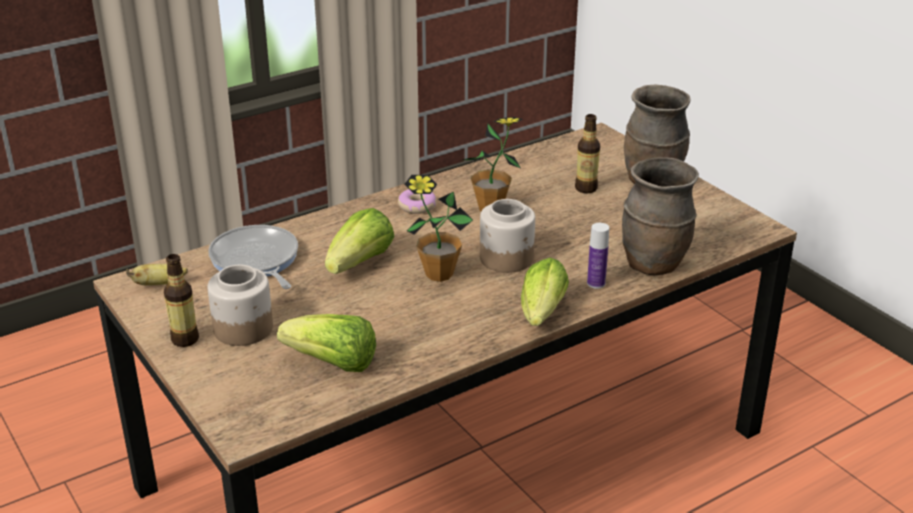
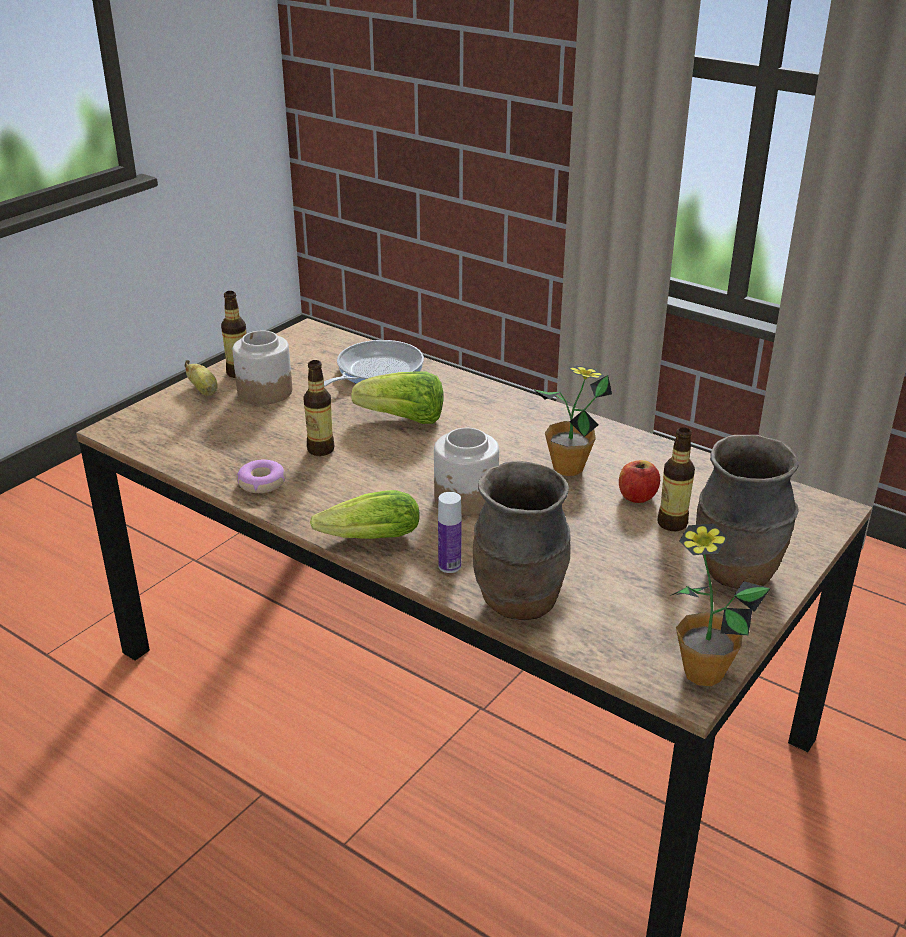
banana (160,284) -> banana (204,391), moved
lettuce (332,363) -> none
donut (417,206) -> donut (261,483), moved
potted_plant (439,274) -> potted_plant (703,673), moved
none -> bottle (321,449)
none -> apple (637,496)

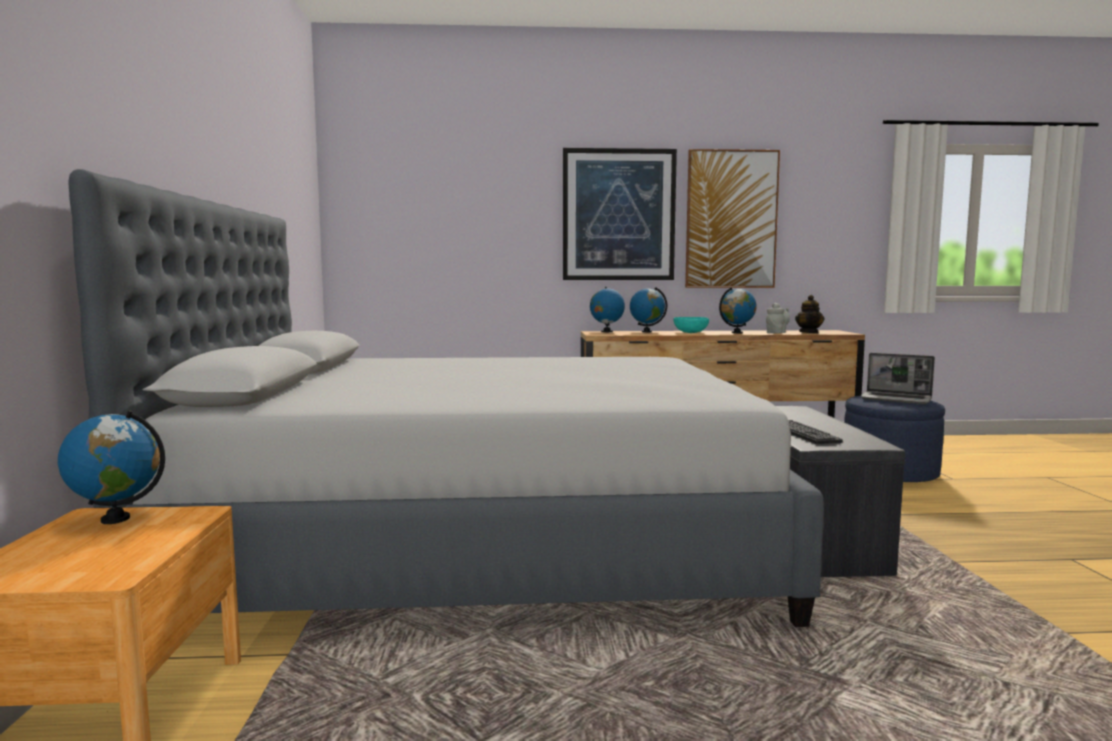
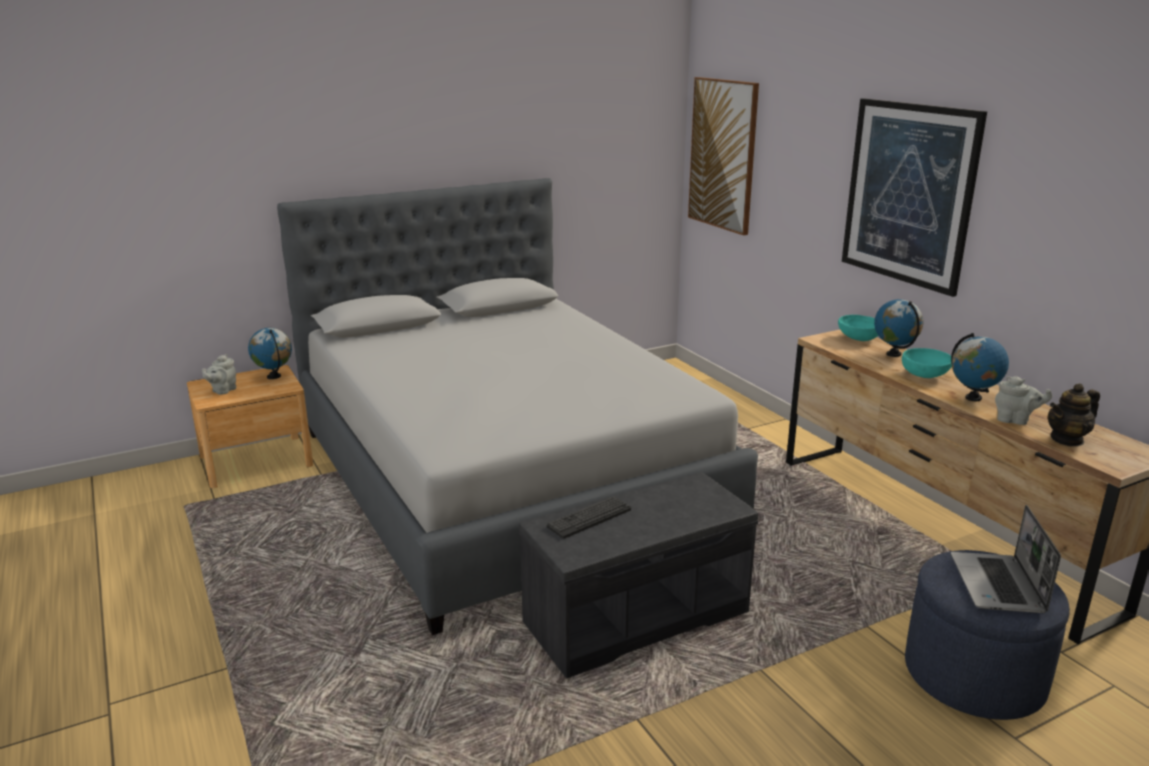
globe (606,332) -> turquoise_bowl (858,338)
picture (731,219) -> picture (723,155), moved
none -> grey_teapot (223,390)

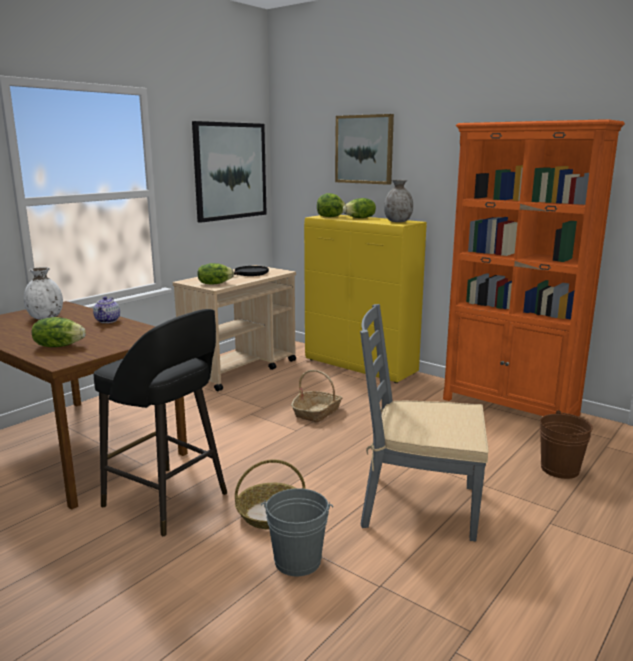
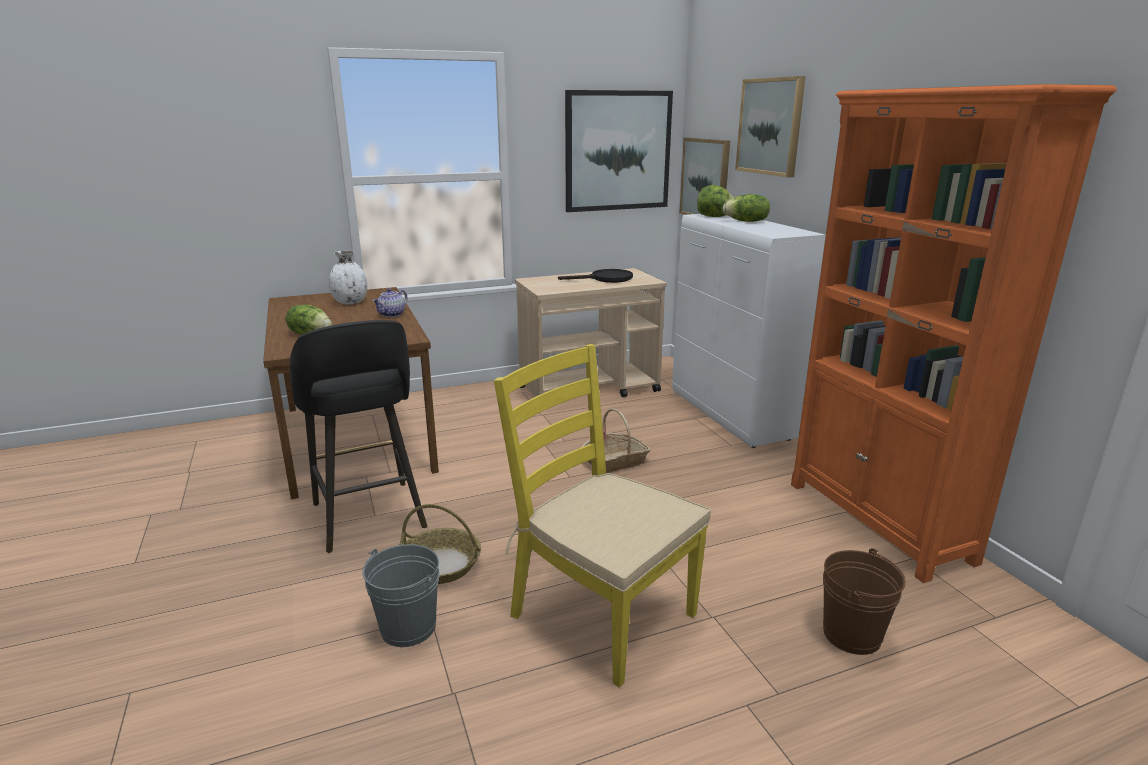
lettuce (214,284) -> none
yellow_cabinet (361,366) -> white_cabinet (730,416)
grey_chair (418,506) -> yellow_chair (601,614)
grey_vase (398,221) -> none
none -> picture (705,179)

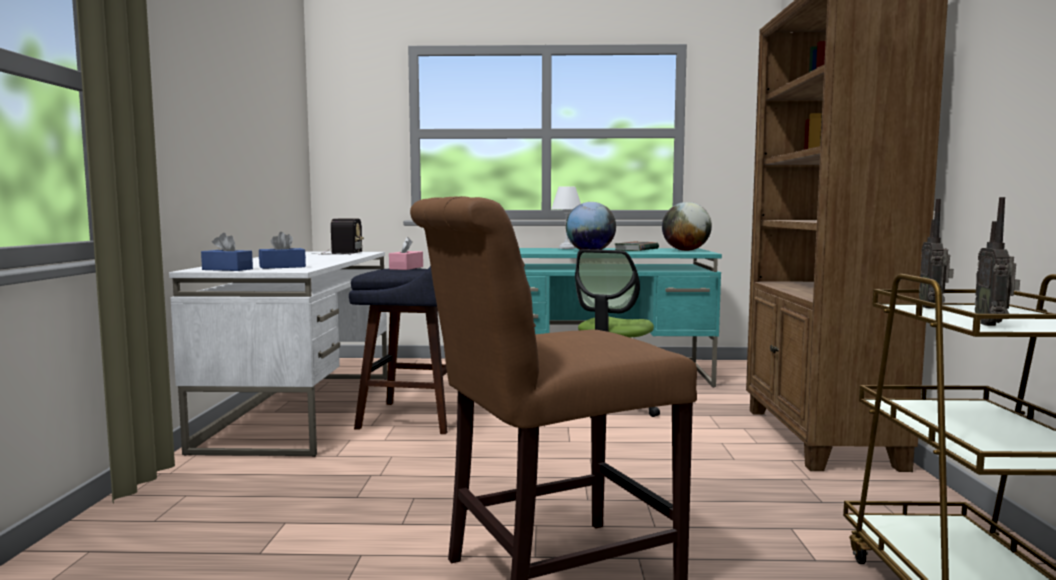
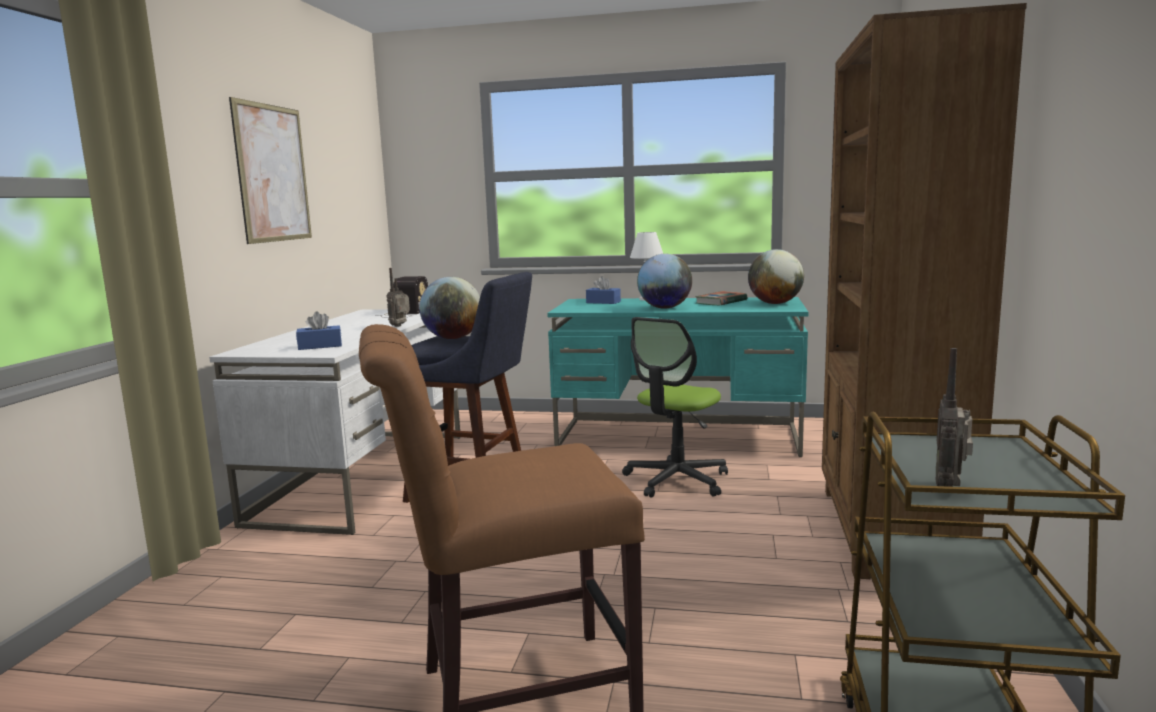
blue_tissue_box (227,269) -> blue_tissue_box (603,302), moved
pink_tissue_box (406,268) -> globe (453,338)
radio (933,307) -> radio (401,326), moved
none -> picture (273,173)

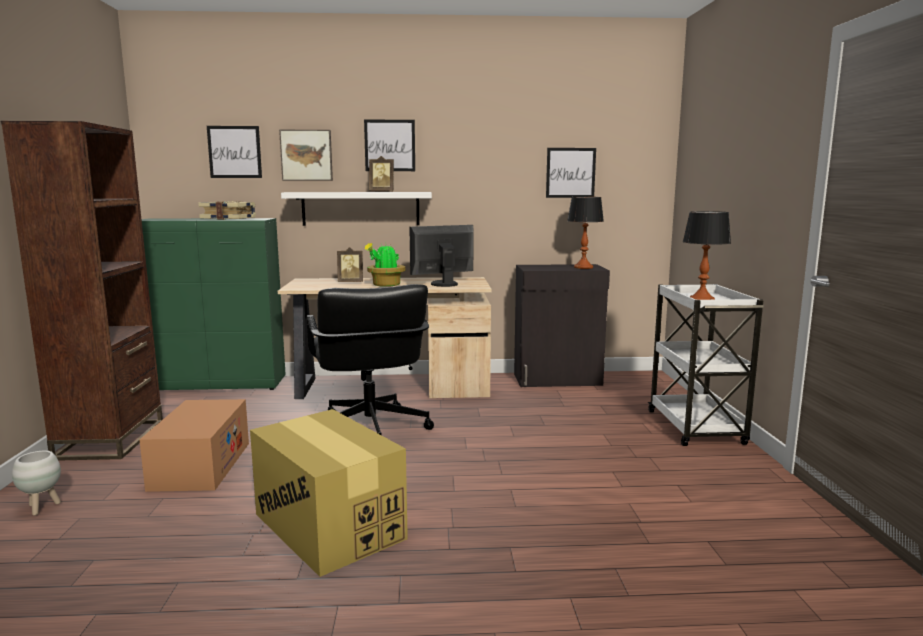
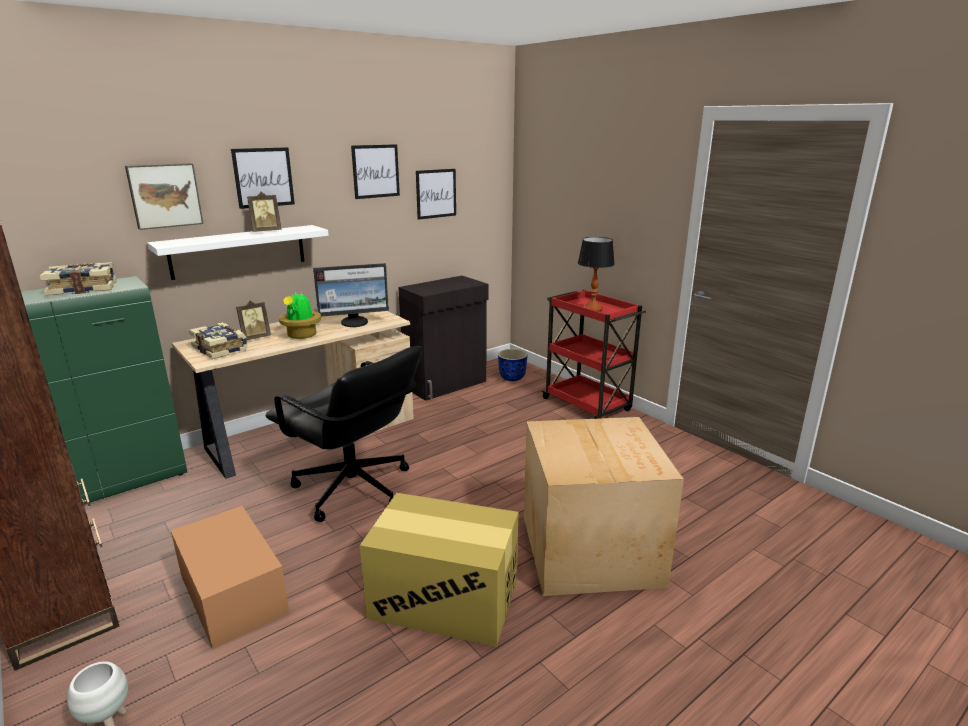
picture (234,152) -> picture (375,171), moved
monitor (443,284) -> monitor (355,322), 135 degrees counterclockwise
table_lamp (583,267) -> none
white_cart (696,428) -> red_cart (587,405)
none -> book (221,349)
none -> planter (512,378)
none -> cardboard_box (591,548)

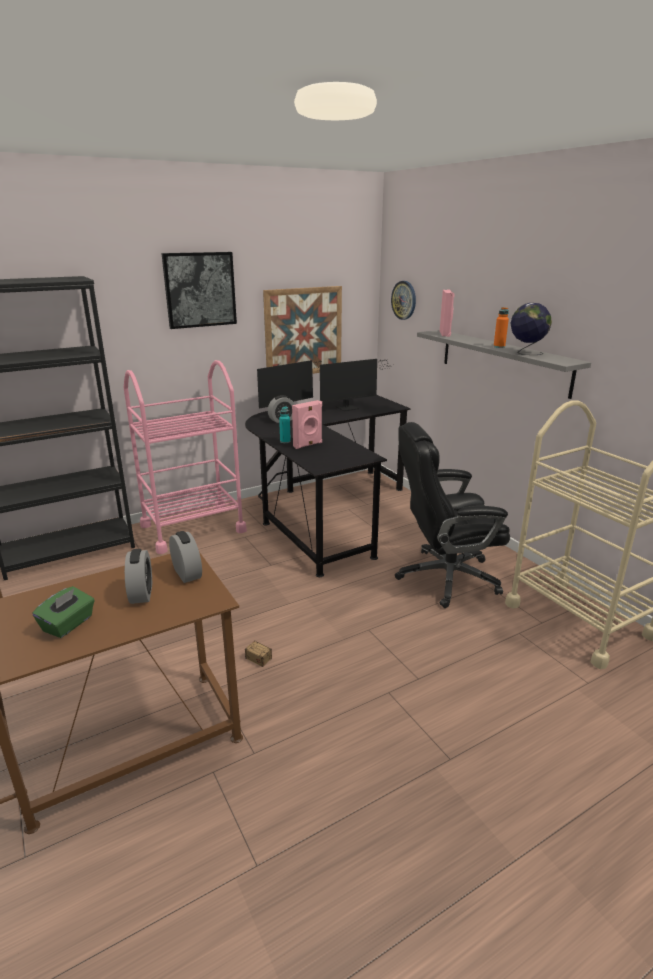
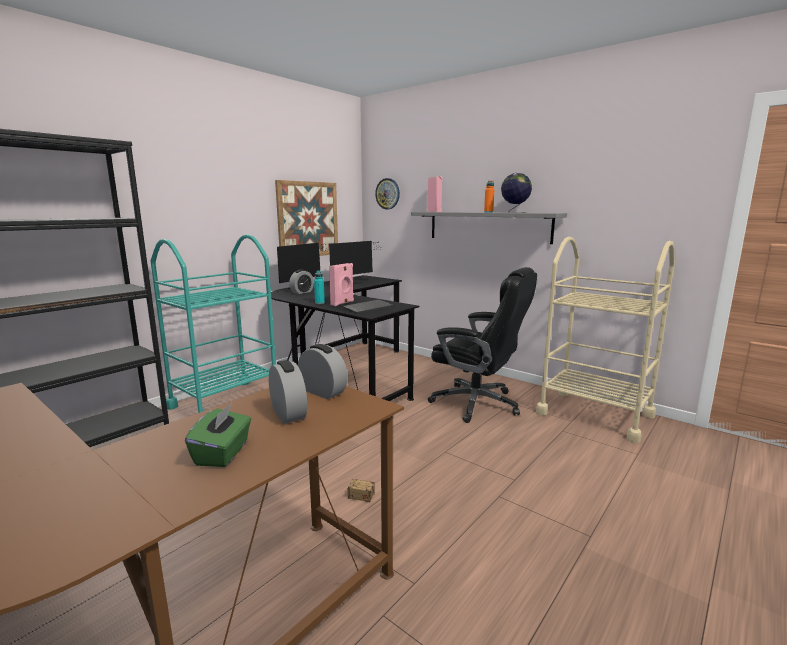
pink_cart (193,528) -> turquoise_cart (225,402)
picture (200,290) -> none
black_office_chair (445,577) -> black_office_chair (477,403), 120 degrees counterclockwise
none -> keyboard (368,307)

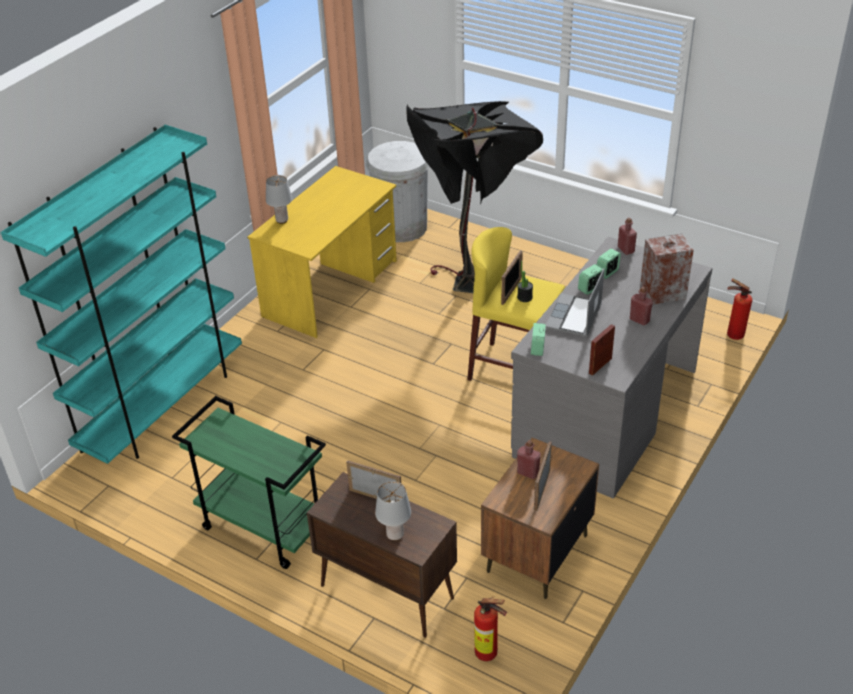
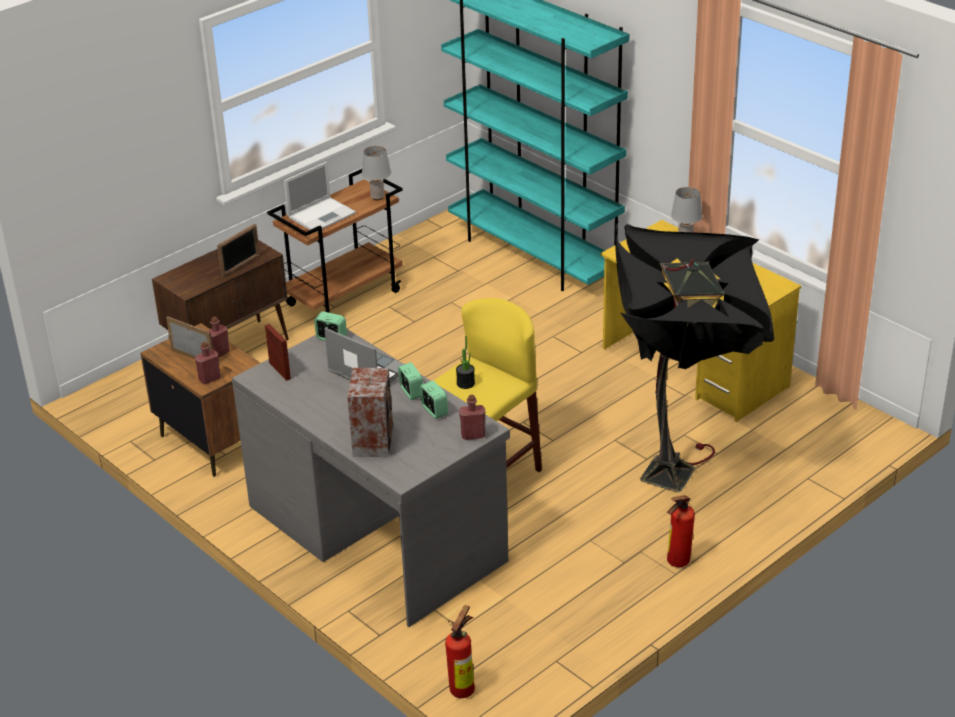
green_cart (262,527) -> brown_cart (344,298)
white_trash_can (401,227) -> none
grey_table_lamp (394,535) -> grey_table_lamp (377,197), moved
fire_extinguisher (489,654) -> fire_extinguisher (675,563), moved
picture_frame (511,291) -> none
red_bottle (639,320) -> red_bottle (209,379), moved
none -> laptop (322,215)

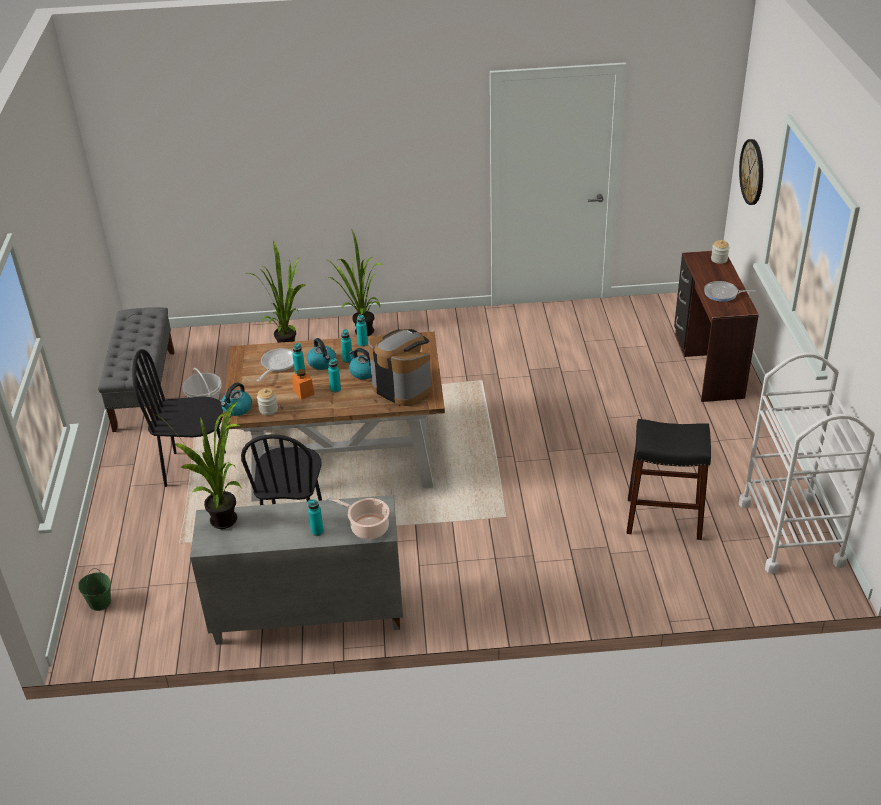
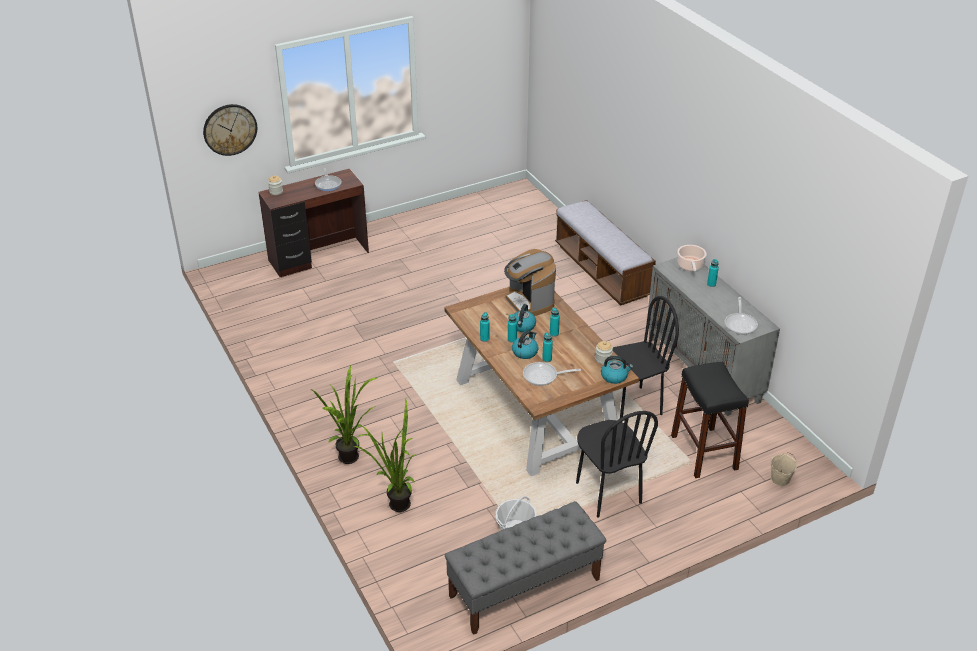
green_bucket (99,602) -> beige_bucket (780,480)
potted_plant (226,525) -> frying_pan (740,324)
orange_jar (303,392) -> none
coffee_machine (402,387) -> coffee_machine (529,301), 45 degrees counterclockwise
black_stool (663,518) -> black_stool (704,452), moved
white_cart (790,533) -> none
none -> bench (601,271)

